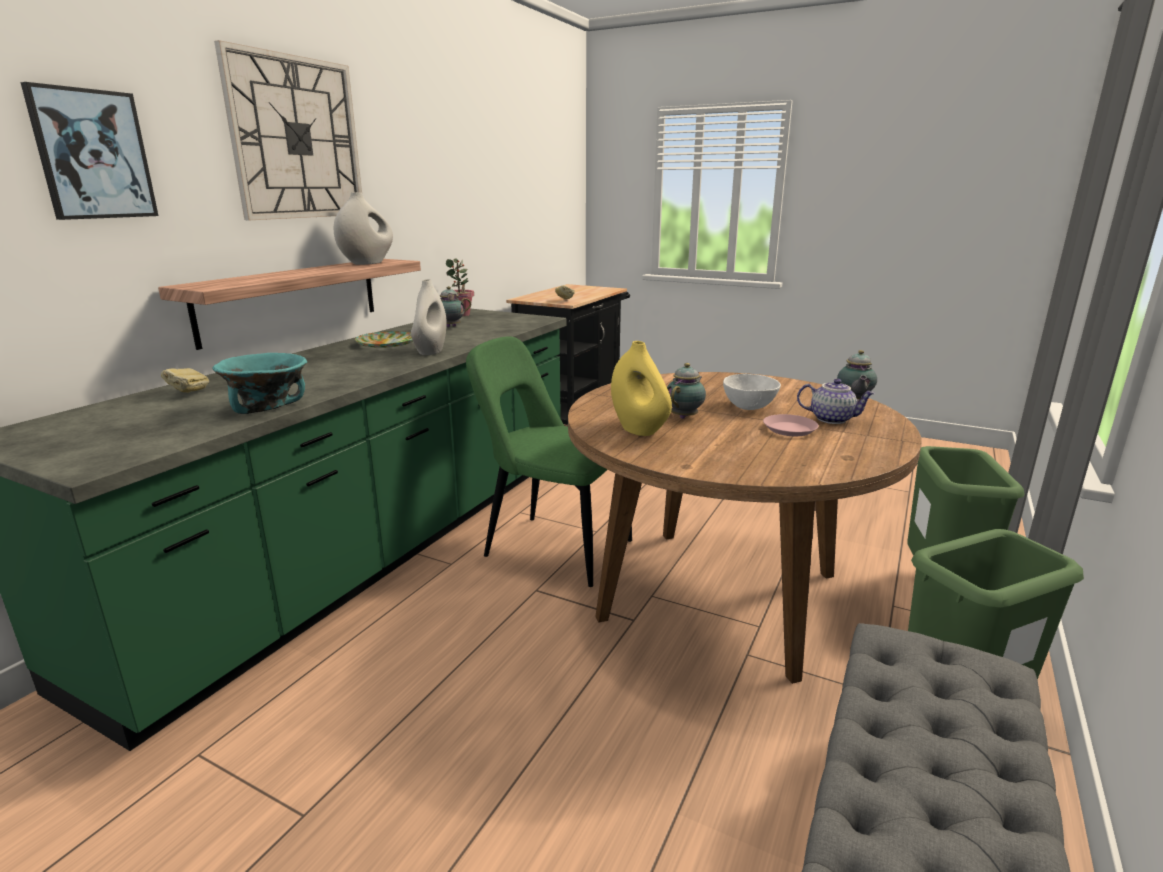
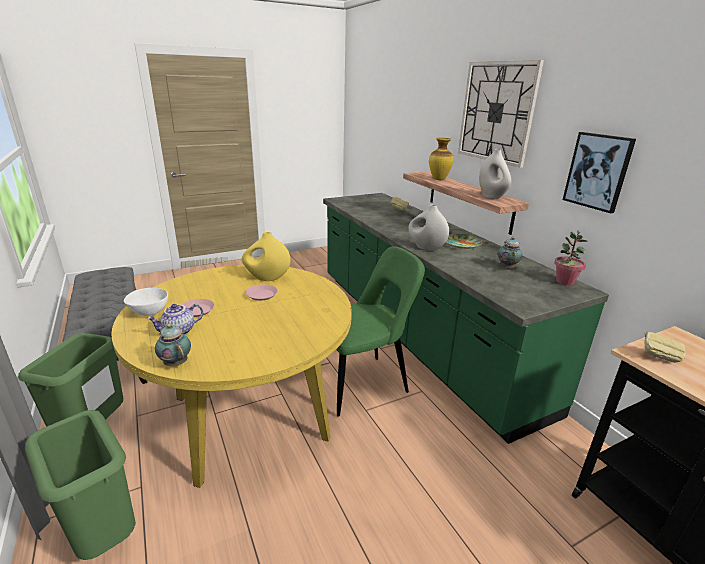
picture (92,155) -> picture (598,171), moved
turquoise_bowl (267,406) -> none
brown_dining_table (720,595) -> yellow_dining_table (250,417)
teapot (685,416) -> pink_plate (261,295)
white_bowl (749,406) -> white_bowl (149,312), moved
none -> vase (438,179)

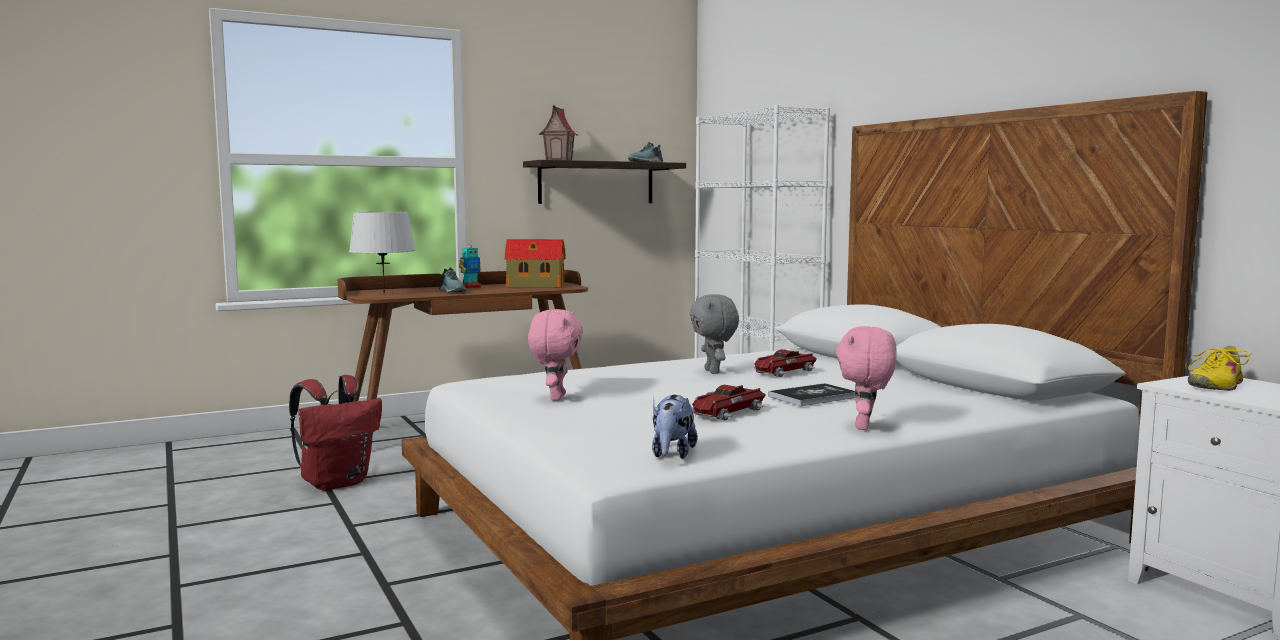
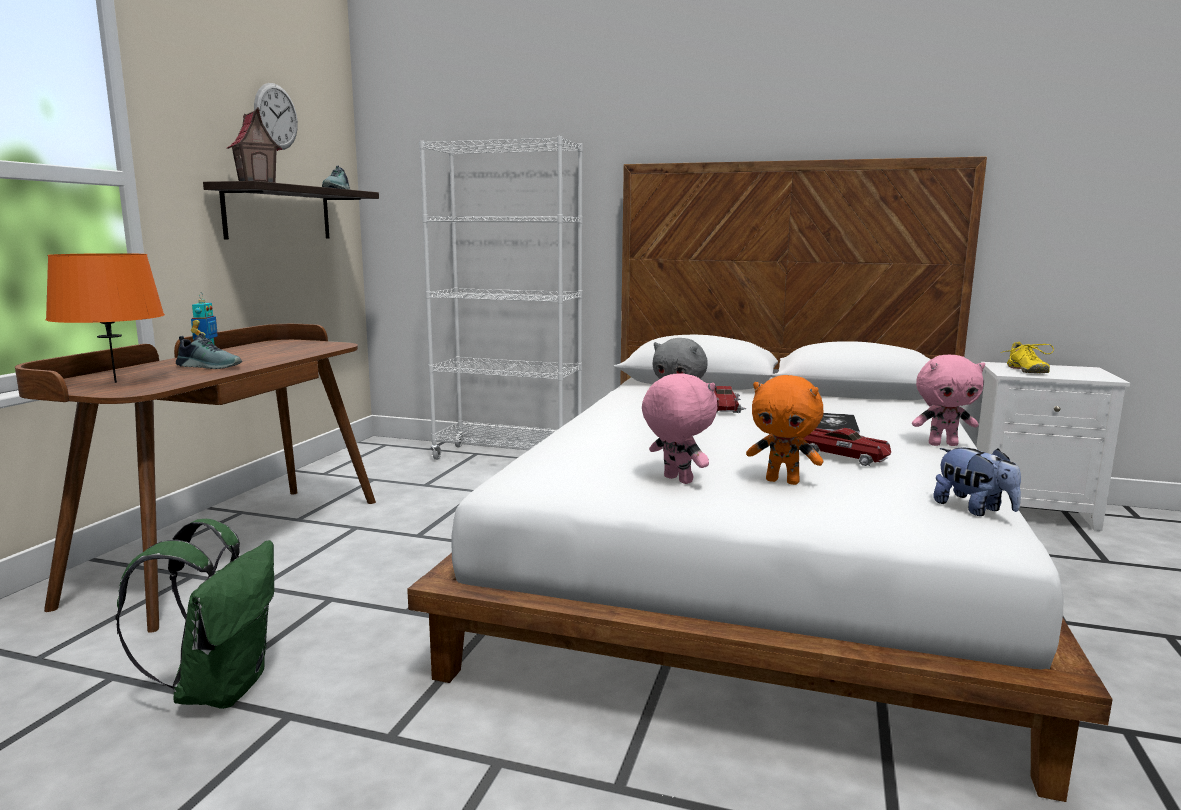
red_backpack (336,483) -> green_backpack (220,688)
grey_table_lamp (384,293) -> orange_table_lamp (115,382)
toy_house (534,286) -> none
toy_car (728,412) -> toy_car (844,455), 45 degrees counterclockwise
pink_plush_toy (865,427) -> pink_plush_toy (942,444), 60 degrees counterclockwise
none -> wall_clock (276,116)
none -> orange_plush_toy (783,481)

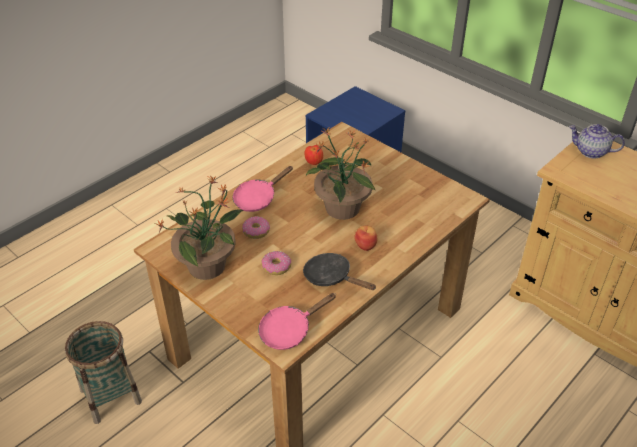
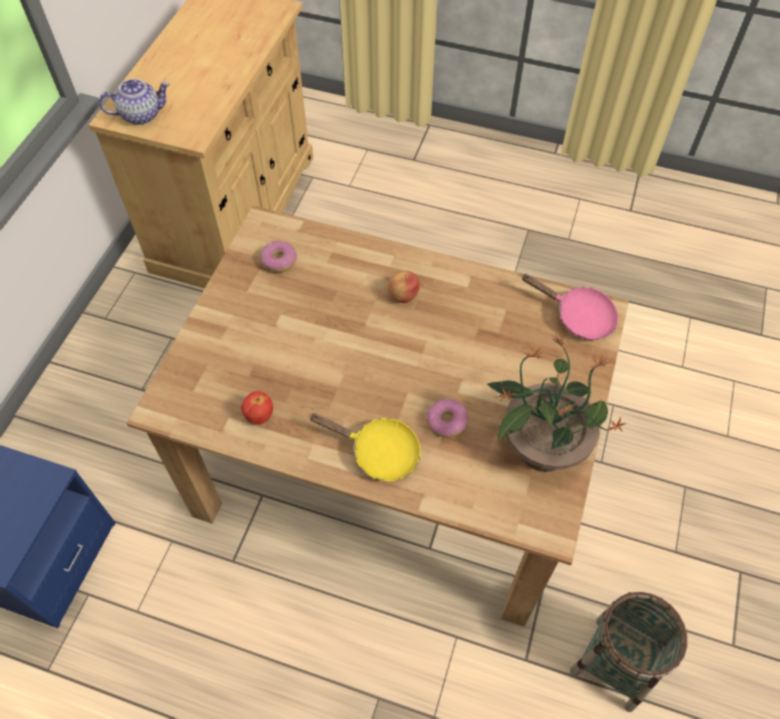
pink_frying_pan (258,198) -> yellow_frying_pan (378,452)
donut (276,267) -> donut (279,261), moved
black_frying_pan (331,277) -> none
potted_plant (342,209) -> none
teapot (590,152) -> teapot (141,114), 105 degrees counterclockwise

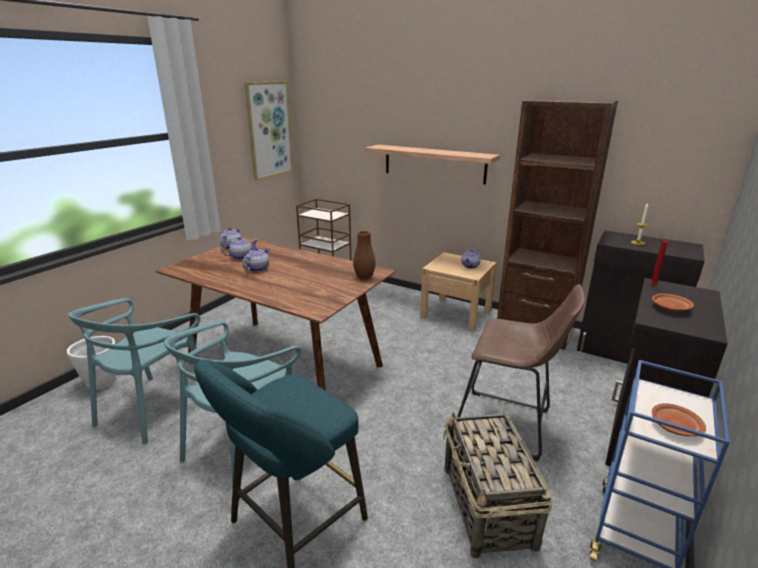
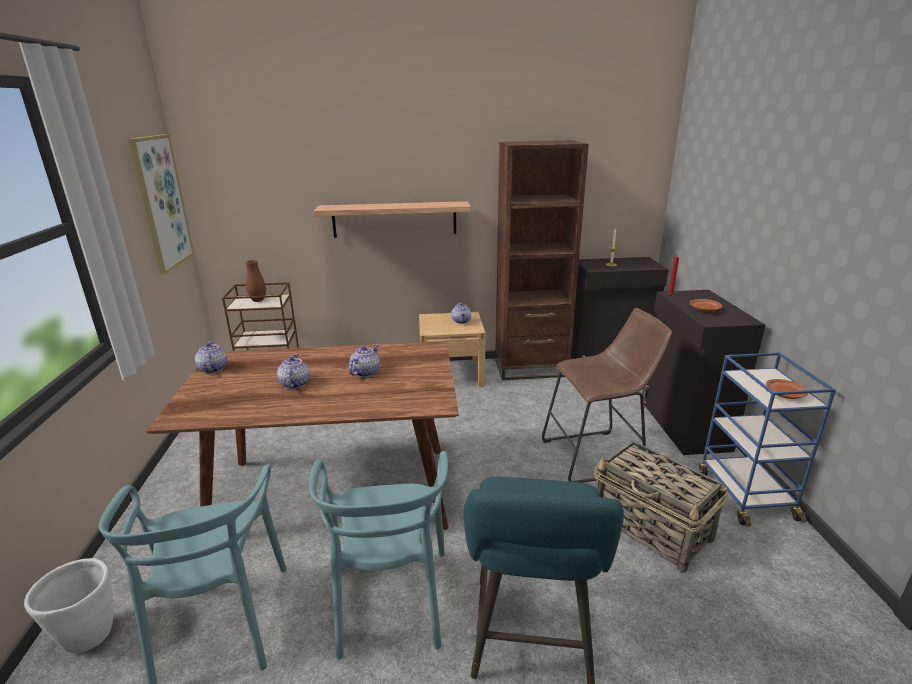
teapot (241,257) -> teapot (365,372), moved
brown_vase (364,278) -> brown_vase (258,300), moved

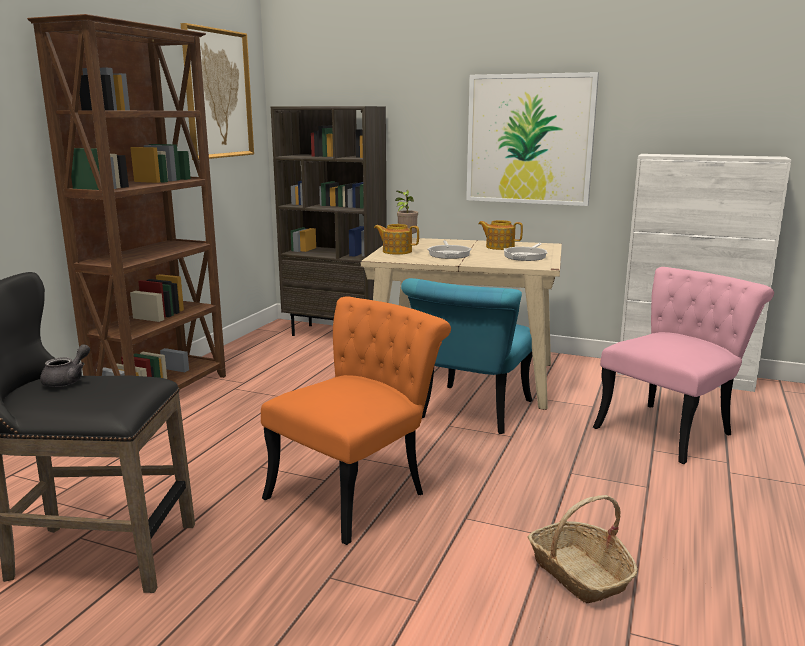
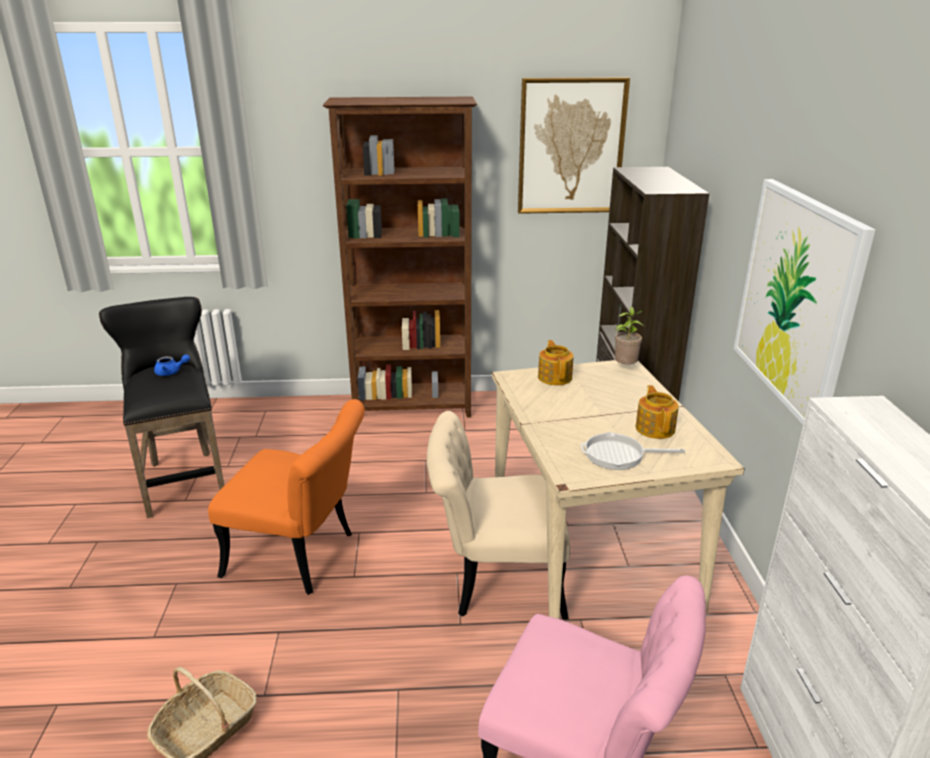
grey_teapot (68,380) -> blue_teapot (171,372)
turquoise_chair (470,414) -> beige_chair (494,580)
frying_pan (449,254) -> none

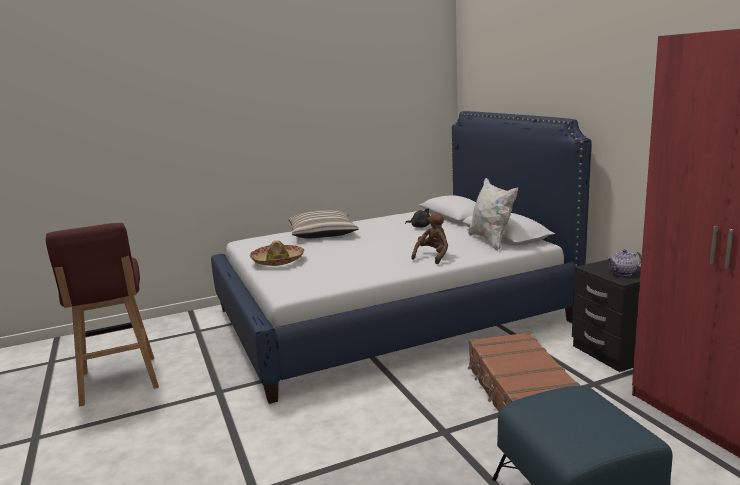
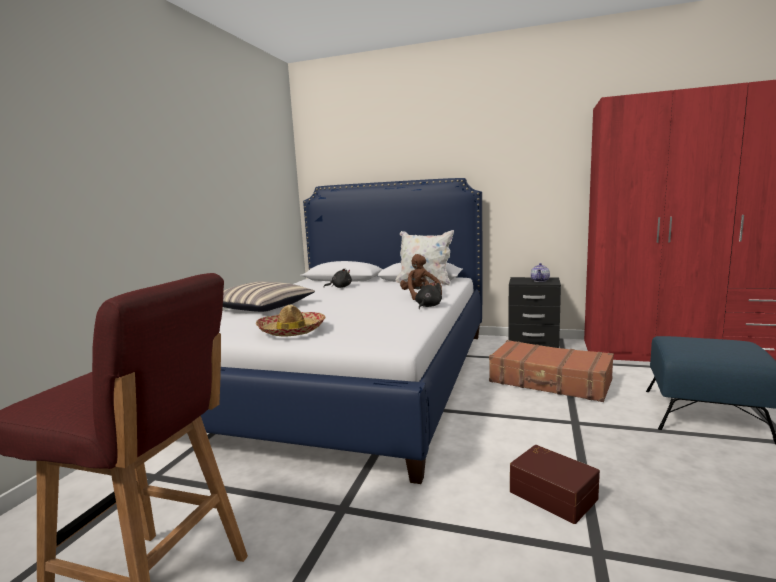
none -> black_plush_toy (428,306)
none -> brown_storage_box (553,494)

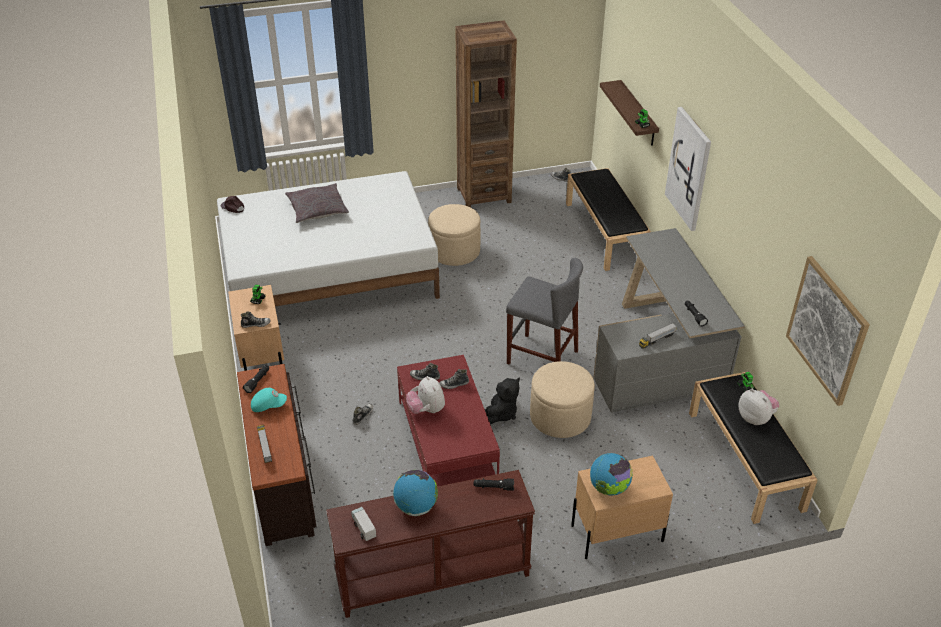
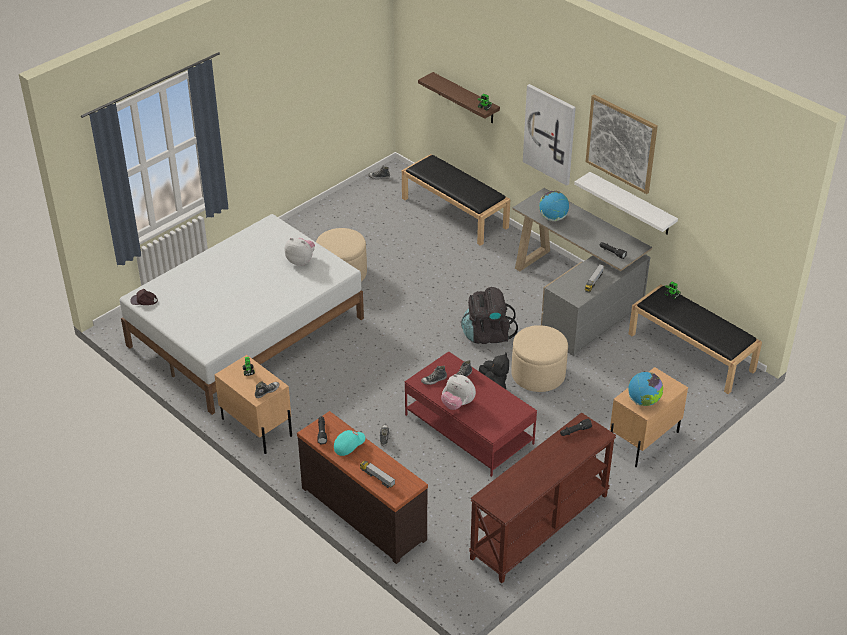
grey_pillow (317,209) -> none
toy_truck (364,527) -> none
globe (416,506) -> globe (553,218), moved
brown_bookcase (484,195) -> none
grey_stool (542,357) -> black_backpack (487,334)
plush_toy (755,418) -> plush_toy (301,261), moved
picture (827,330) -> picture (621,143), moved
none -> white_shelf (631,204)

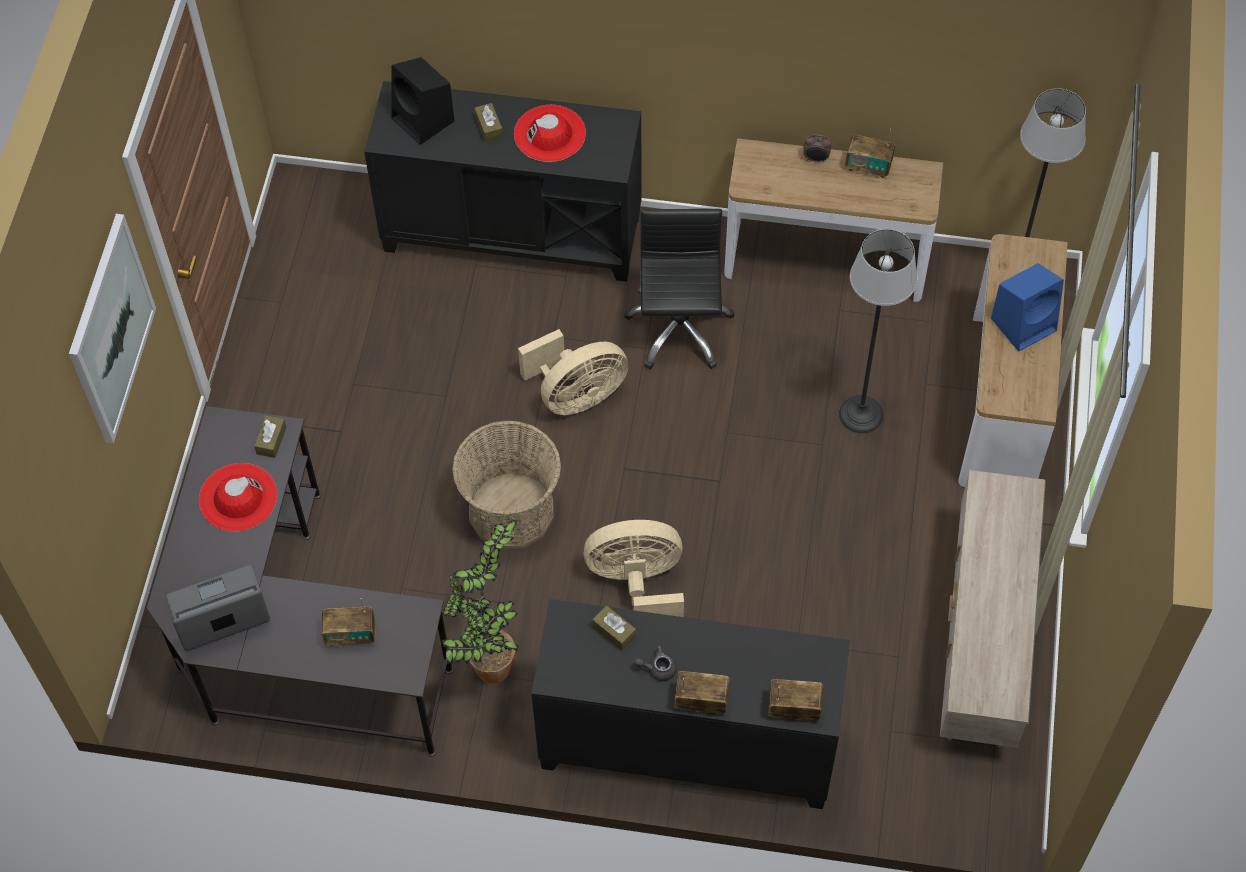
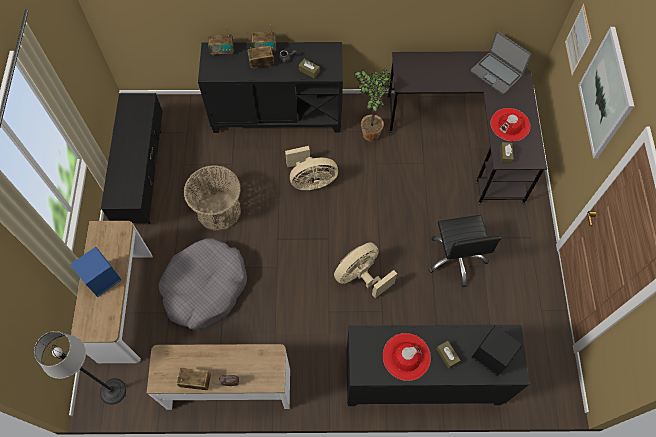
laptop (219,611) -> laptop (496,73), 75 degrees clockwise
radio (350,634) -> radio (261,63), moved
basket (511,511) -> basket (219,211), moved
black_office_chair (679,329) -> black_office_chair (456,258), moved
floor_lamp (860,414) -> grey_dog_bed (205,288)
beige_tv_stand (981,642) -> black_tv_stand (144,176)
none -> picture (578,40)

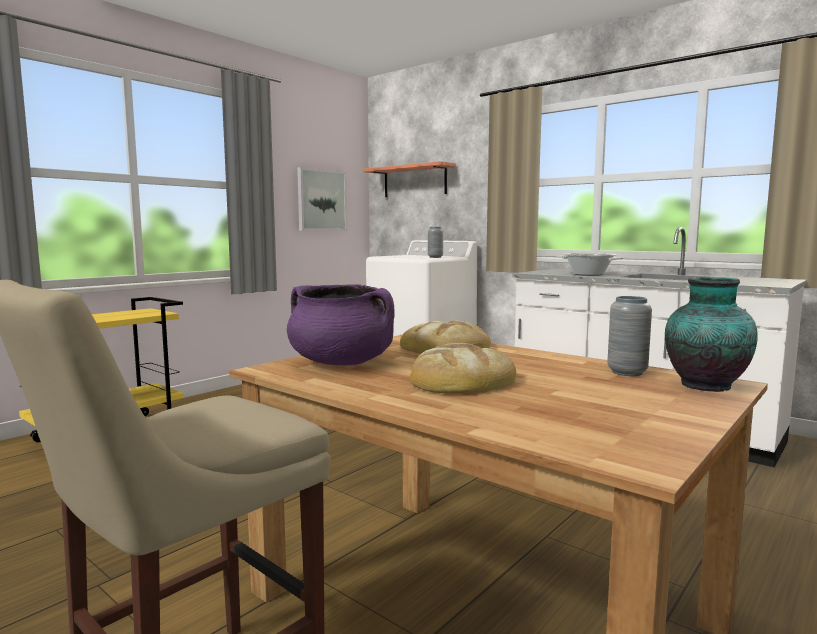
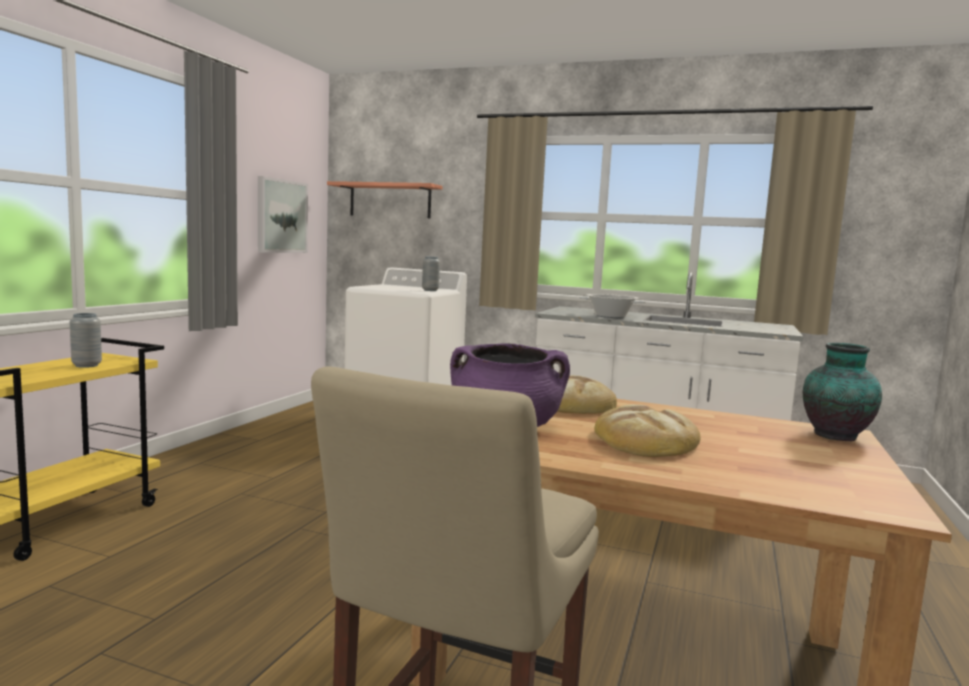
grey_vase (627,372) -> grey_vase (86,365), moved

